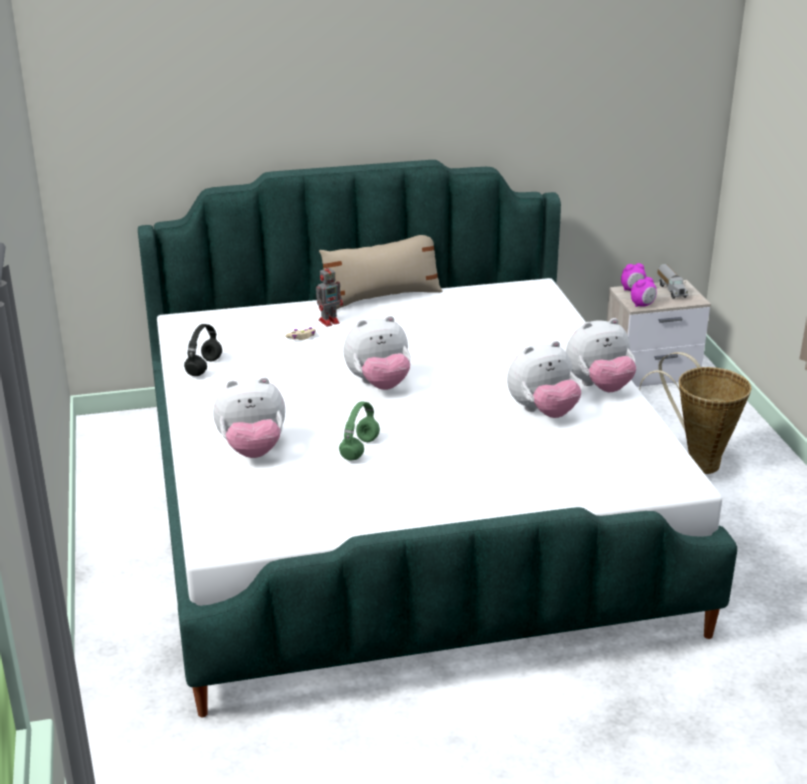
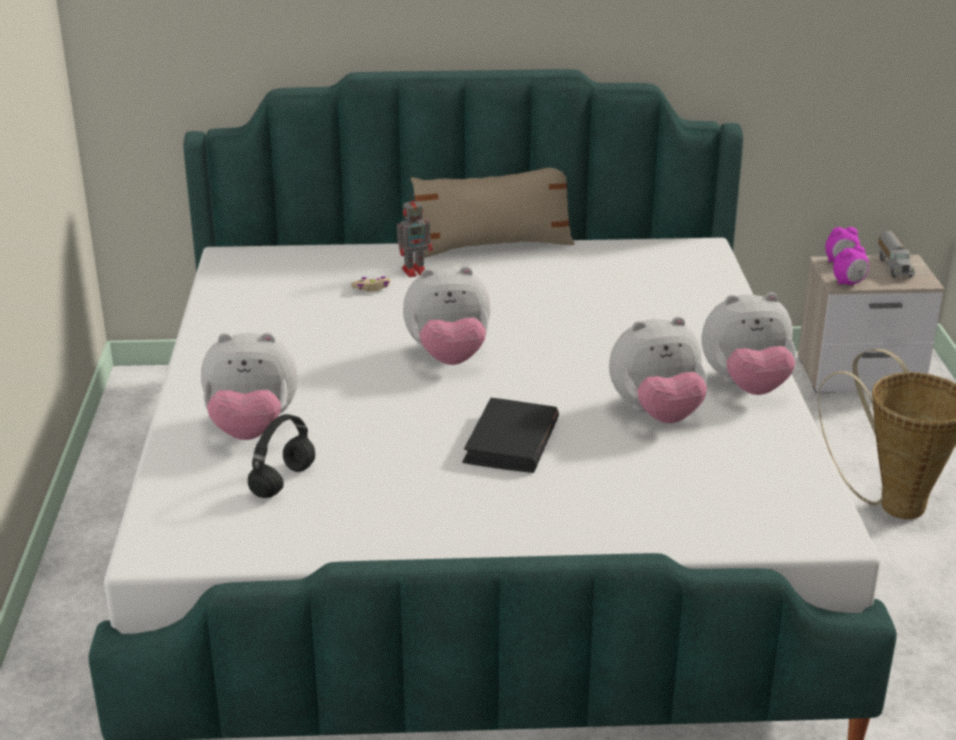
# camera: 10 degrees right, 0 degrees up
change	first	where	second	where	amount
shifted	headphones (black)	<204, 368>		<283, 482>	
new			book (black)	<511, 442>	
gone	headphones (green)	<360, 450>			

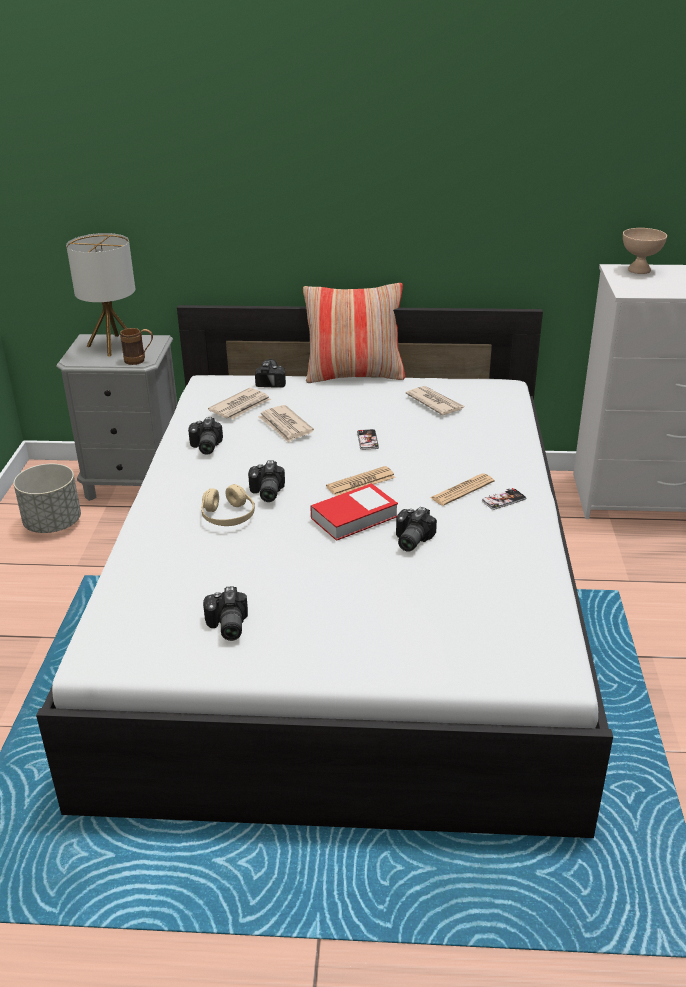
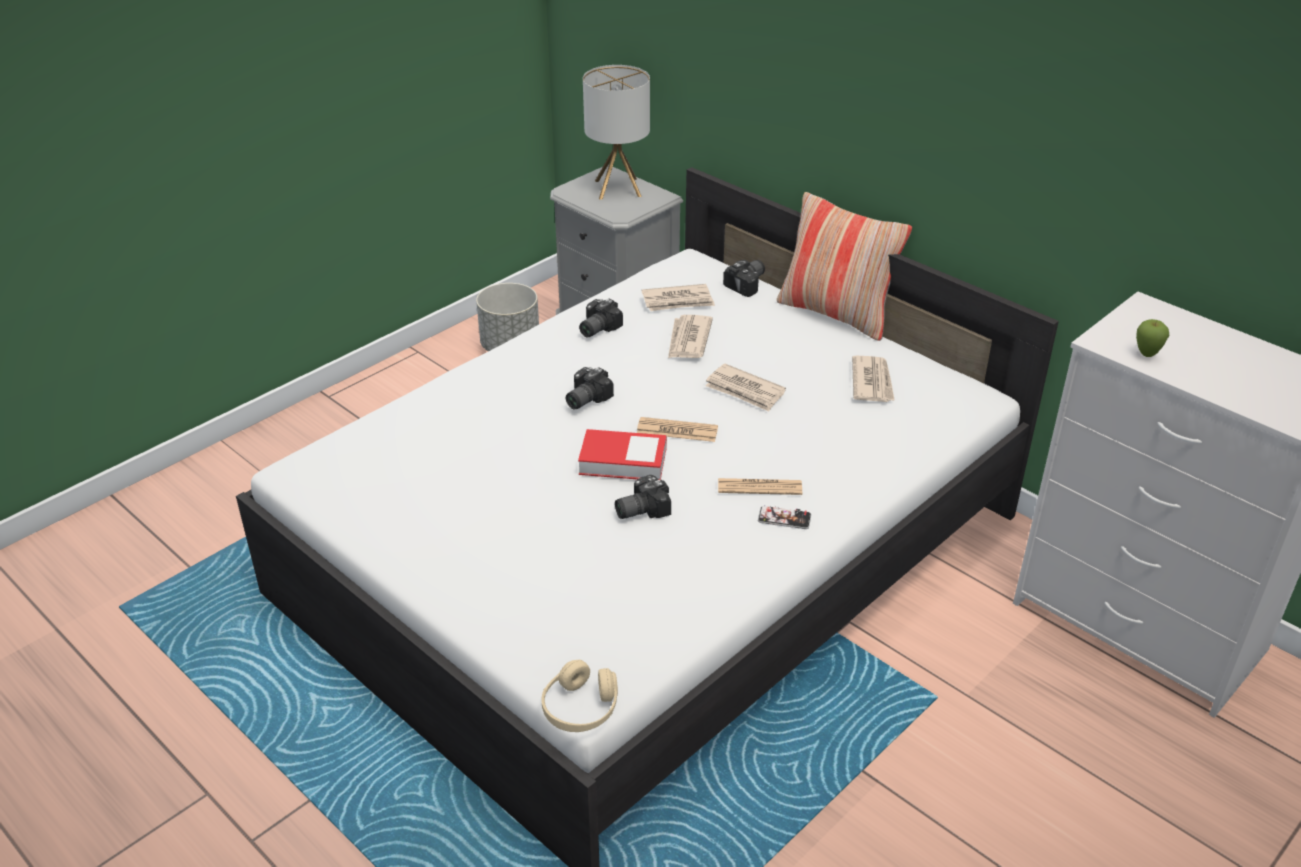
# camera: 40 degrees right, 5 degrees up
change	first	where	second	where	amount
shifted	headphones (beige)	<228, 516>		<580, 708>	
swapped	phone	<367, 440>	newspaper	<745, 391>	
new			apple	<1146, 355>	
gone	mug (brown)	<139, 360>			
gone	photo camera	<226, 626>			
gone	bowl (beige)	<639, 270>			

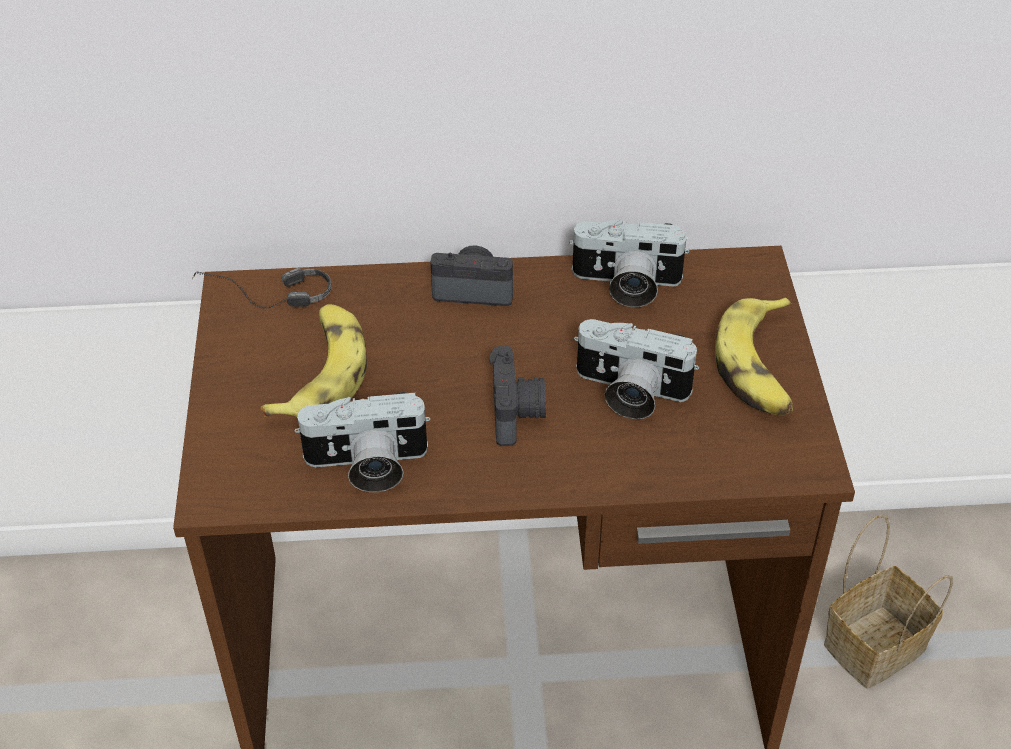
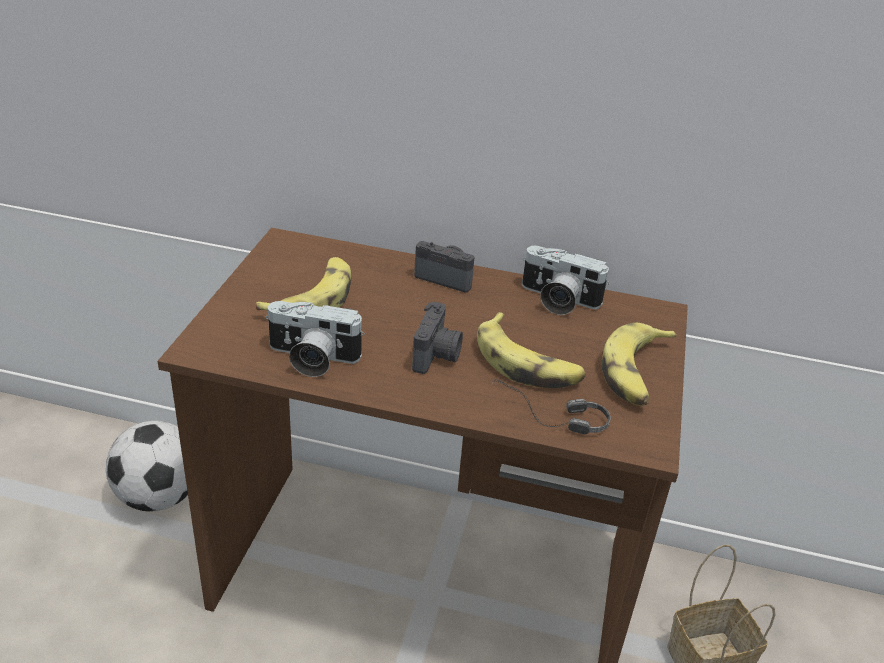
# camera: 15 degrees right, 10 degrees down
change	first	where	second	where	amount
new			football	<159, 497>	
swapped	photo camera	<629, 392>	banana	<527, 364>	
shifted	headphones	<265, 300>		<548, 419>	

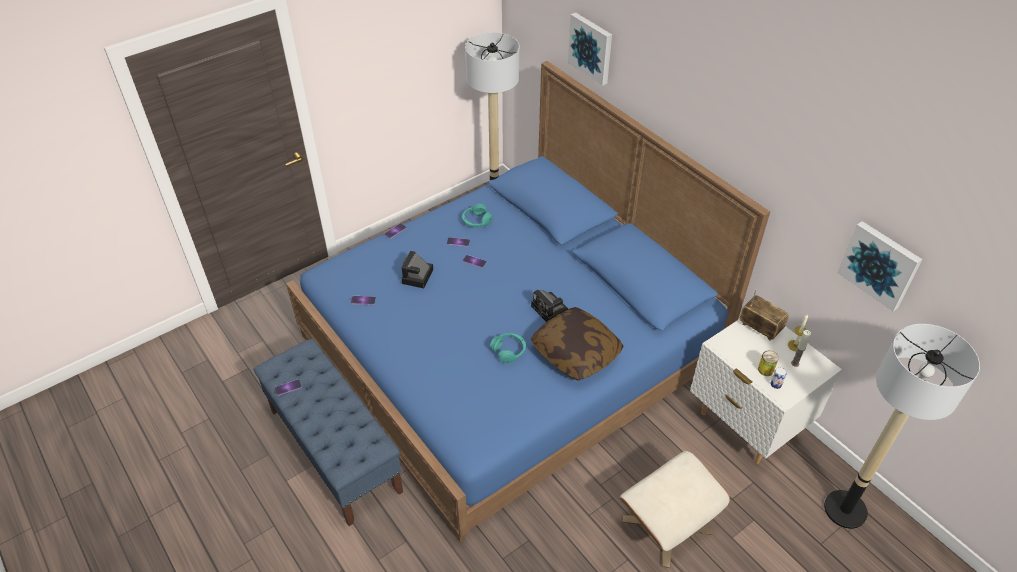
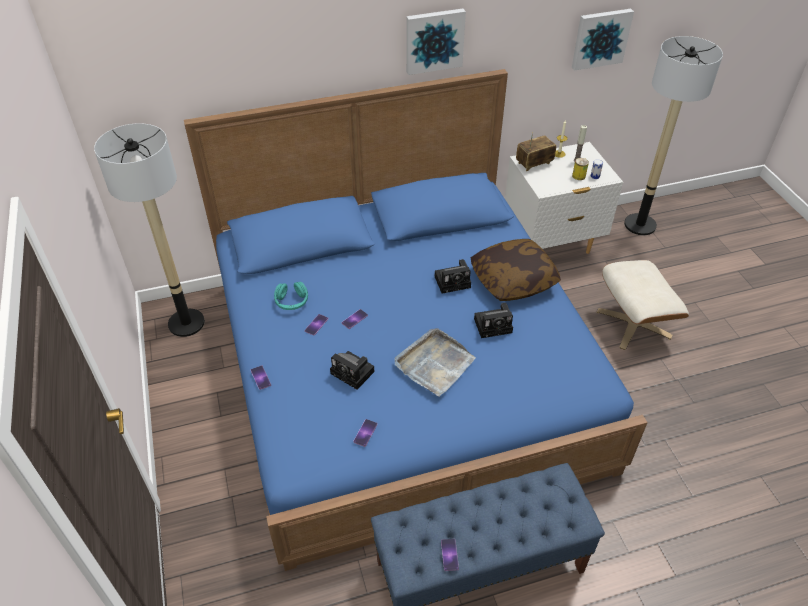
# camera: 70 degrees left, 0 degrees up
change	first	where	second	where	amount
new			tray (grey)	<434, 364>	
shifted	picture	<591, 48>		<434, 40>	
swapped	headphones (turquoise)	<509, 351>	photo camera	<494, 325>	

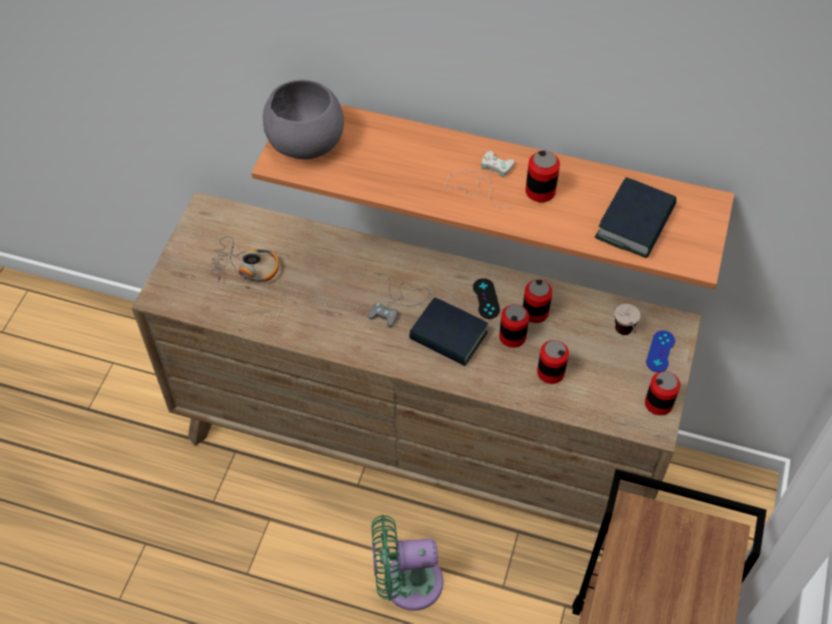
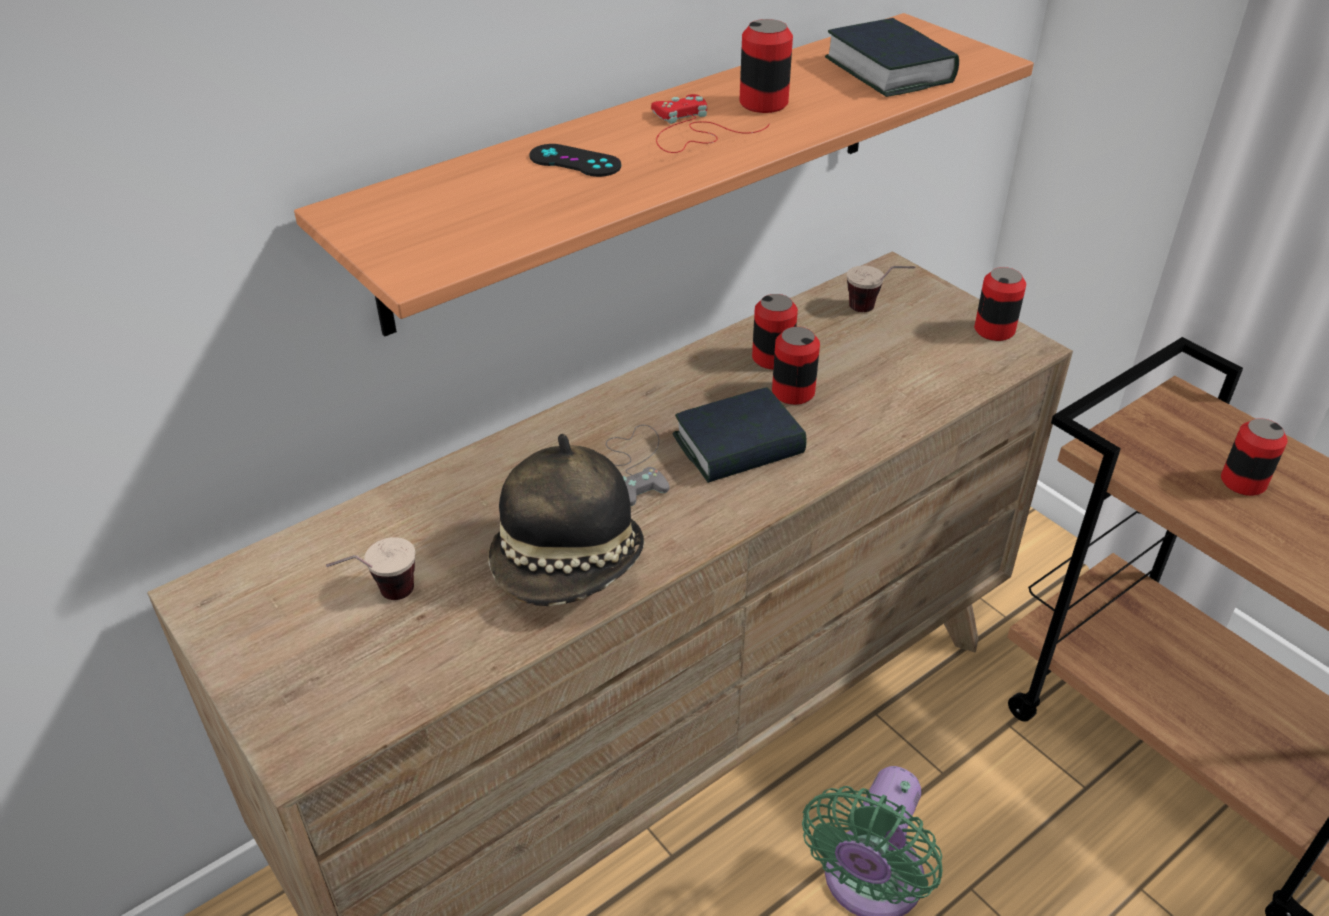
# camera: 55 degrees left, 15 degrees down
change	first	where	second	where	amount
swapped	headphones	<246, 267>	cup	<380, 600>	
new			hat	<569, 566>	
shifted	game controller (black)	<486, 298>		<575, 161>	
repainted	game controller (white)	<480, 181>	game controller (red)	<692, 132>	
shifted	can	<550, 372>		<1243, 482>	
gone	bowl (grey)	<305, 141>			
gone	game controller (blue)	<660, 351>			

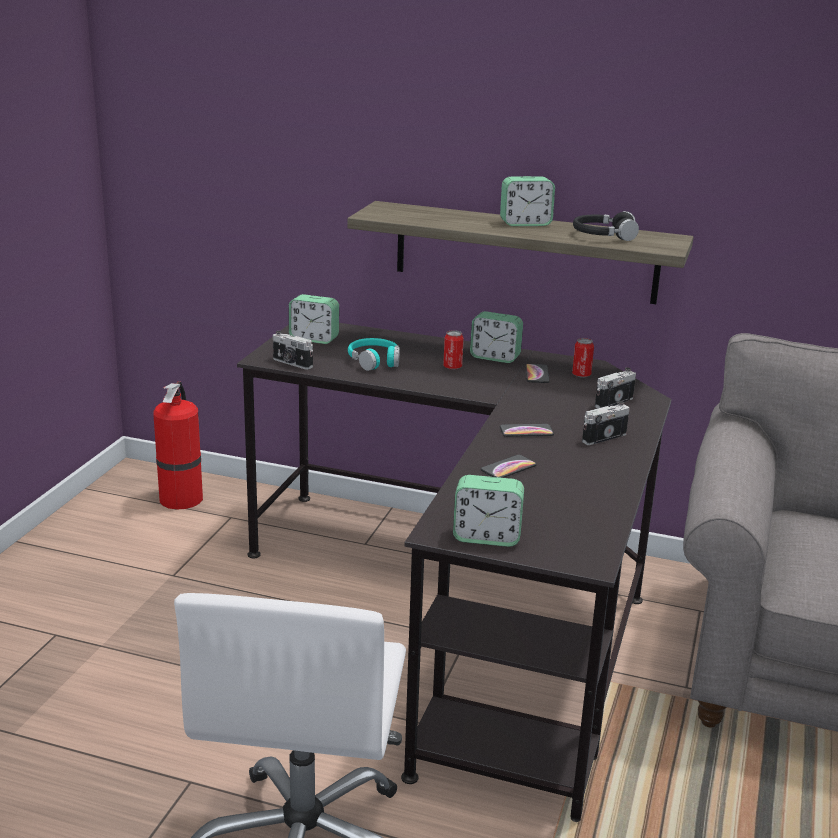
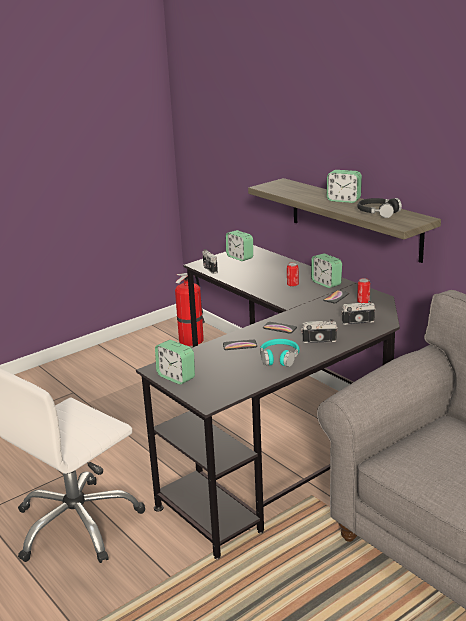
# camera: 35 degrees right, 0 degrees up
change	first	where	second	where	amount
shifted	headphones (turquoise)	<374, 361>		<279, 358>	

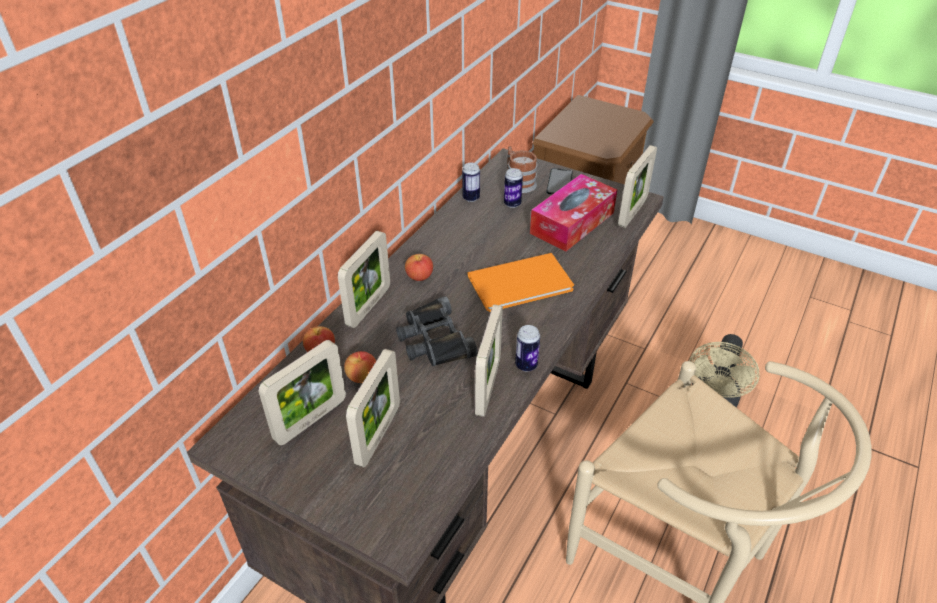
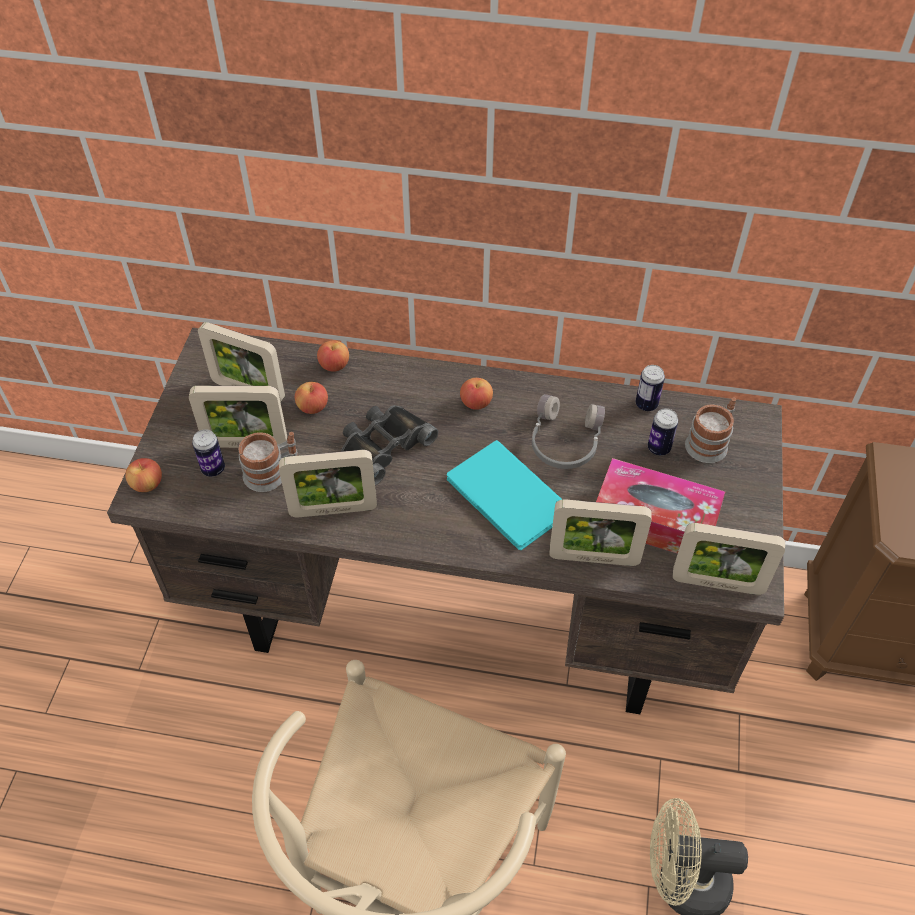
# camera: 70 degrees right, 10 degrees up
change	first	where	second	where	amount
new			apple	<147, 484>	
shifted	can	<526, 365>		<213, 469>	
new			mug	<272, 472>	
repainted	book (orange)	<523, 284>	book (turquoise)	<508, 499>	
new			headphones (grey)	<564, 441>	
shifted	picture frame	<368, 306>		<594, 558>	
gone	phone	<559, 182>			

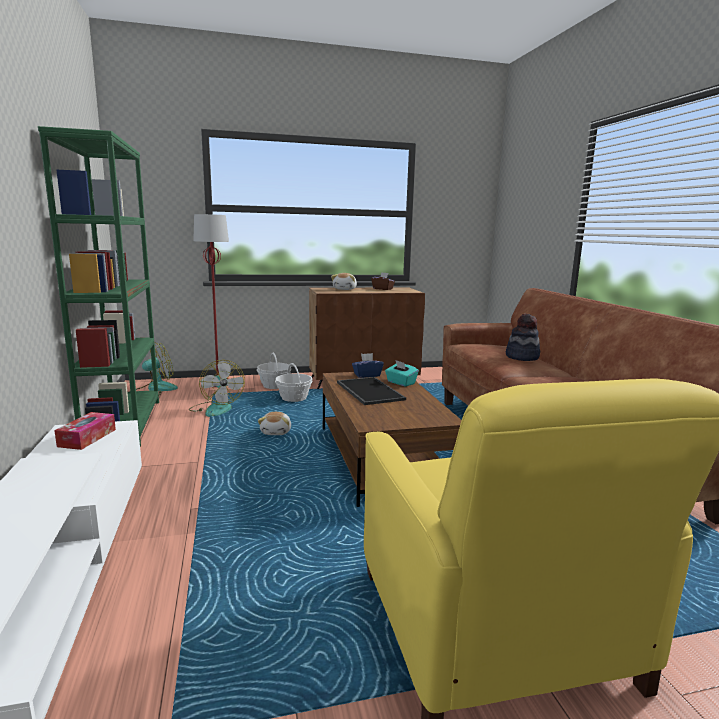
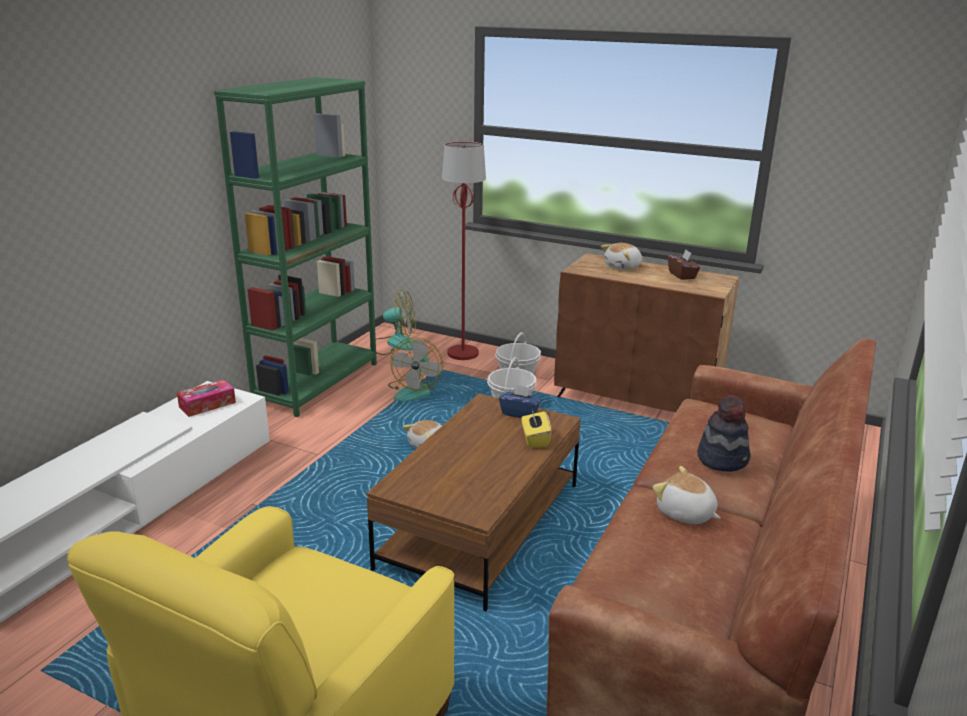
# camera: 40 degrees right, 10 degrees up
change	first	where	second	where	amount
repainted	tissue box (turquoise)	<400, 383>	tissue box (yellow)	<535, 439>	
new			plush toy	<685, 514>	
gone	tray	<368, 391>			

